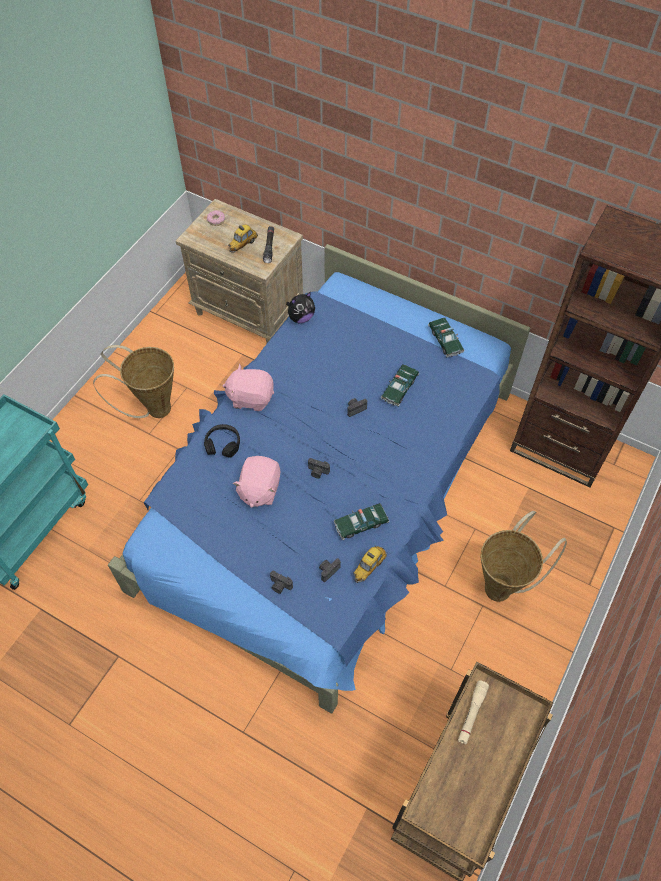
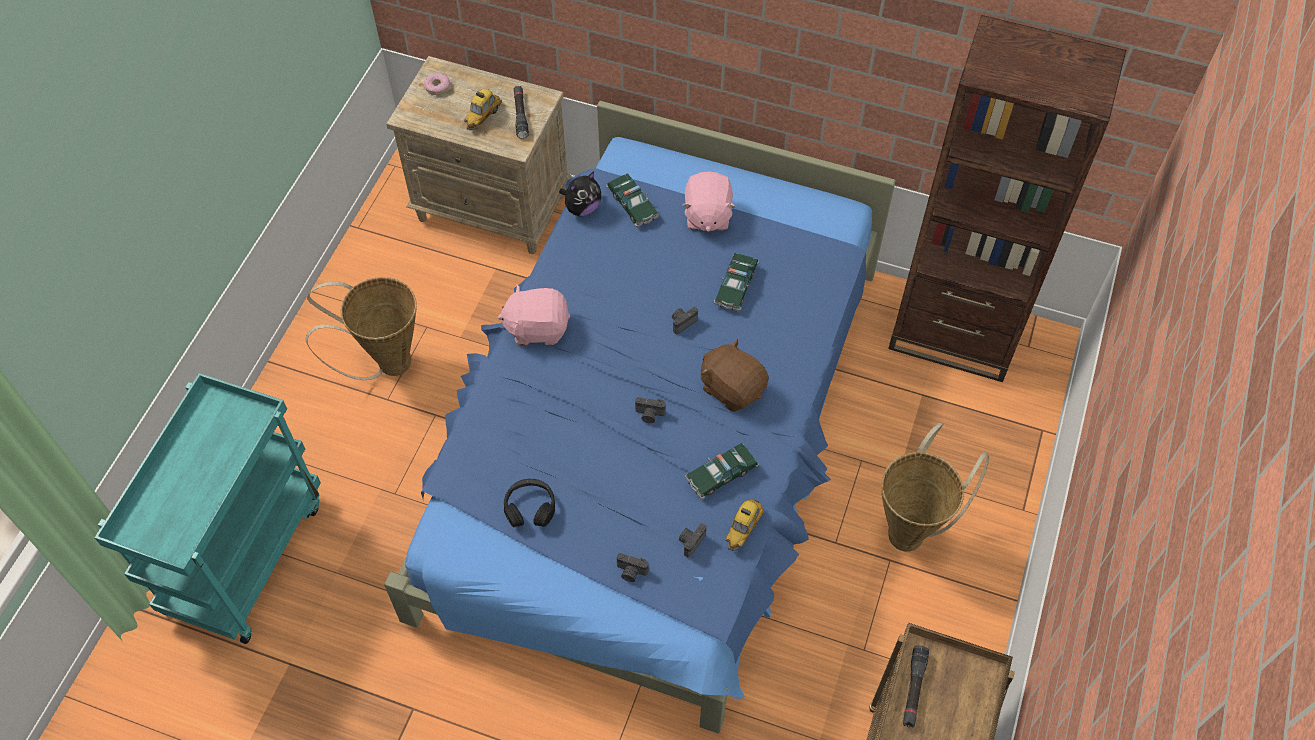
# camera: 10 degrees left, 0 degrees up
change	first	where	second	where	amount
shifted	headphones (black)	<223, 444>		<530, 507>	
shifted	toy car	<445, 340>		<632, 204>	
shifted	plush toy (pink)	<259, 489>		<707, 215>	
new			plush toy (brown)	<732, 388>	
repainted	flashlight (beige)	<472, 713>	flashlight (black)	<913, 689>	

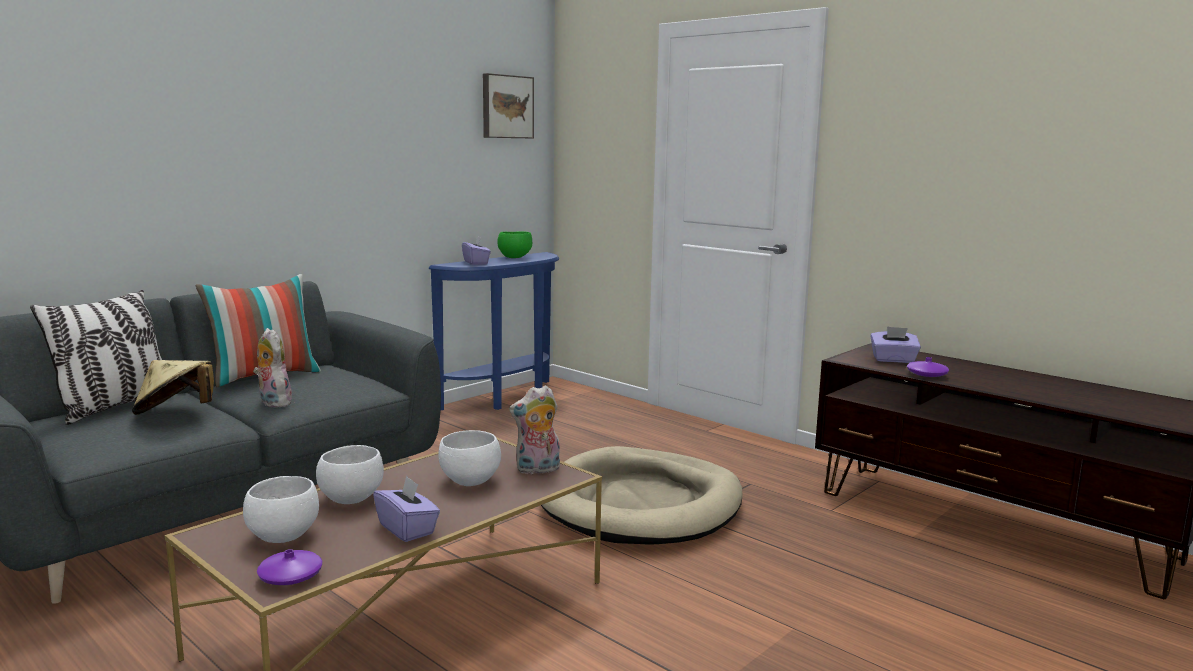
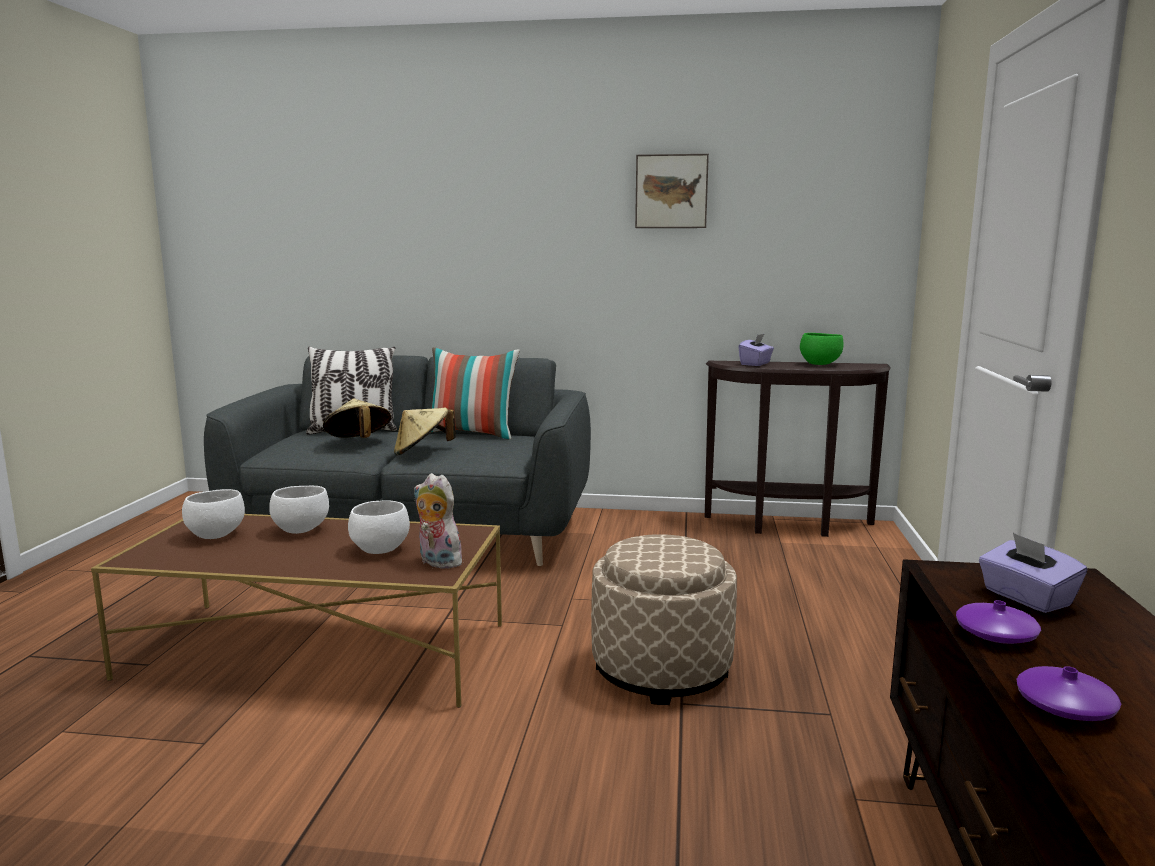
# camera: 55 degrees right, 0 degrees up
change	first	where	second	where	amount
swapped	plush toy	<272, 402>	hat (beige)	<422, 452>	
swapped	dog bed (beige)	<642, 504>	ottoman (beige)	<661, 669>	
shifted	picture	<506, 107>		<671, 191>	
repainted	console table (blue)	<507, 398>	console table (brown)	<790, 526>	
shifted	vase (purple)	<290, 576>		<1065, 706>	
gone	tissue box (purple)	<407, 529>			

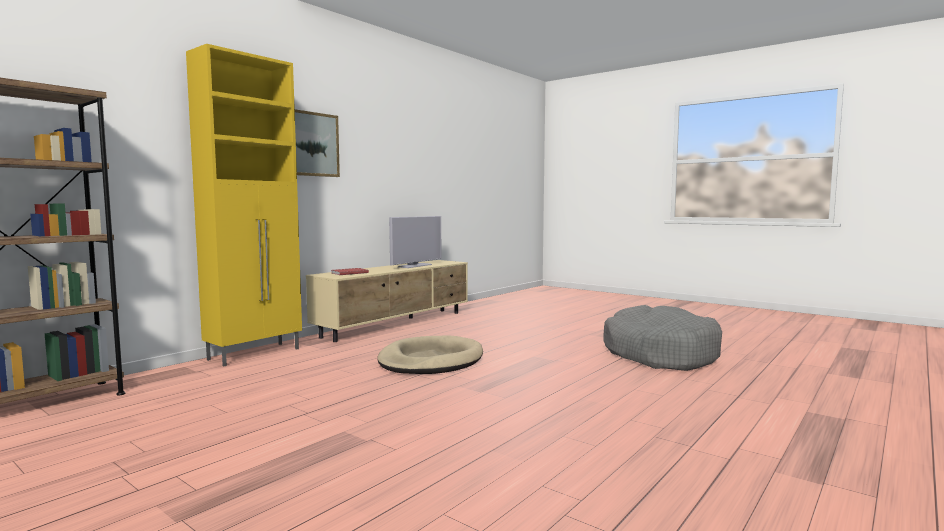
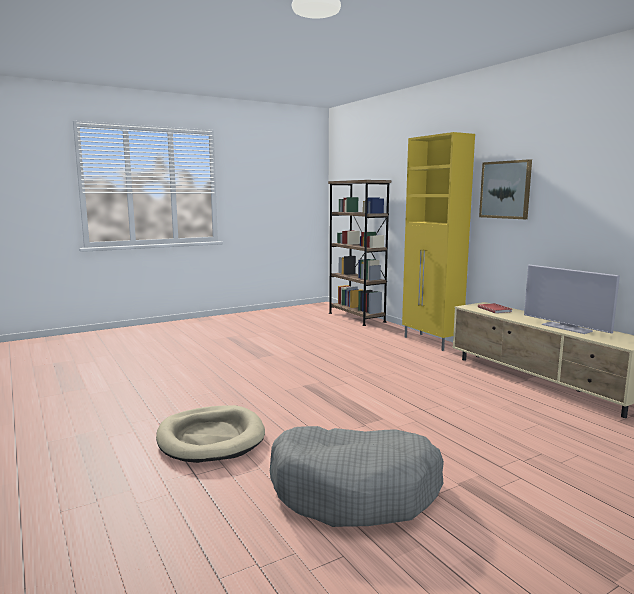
# camera: 110 degrees right, 5 degrees up
change	first	where	second	where	amount
shifted	dog bed (beige)	<430, 361>		<211, 438>	

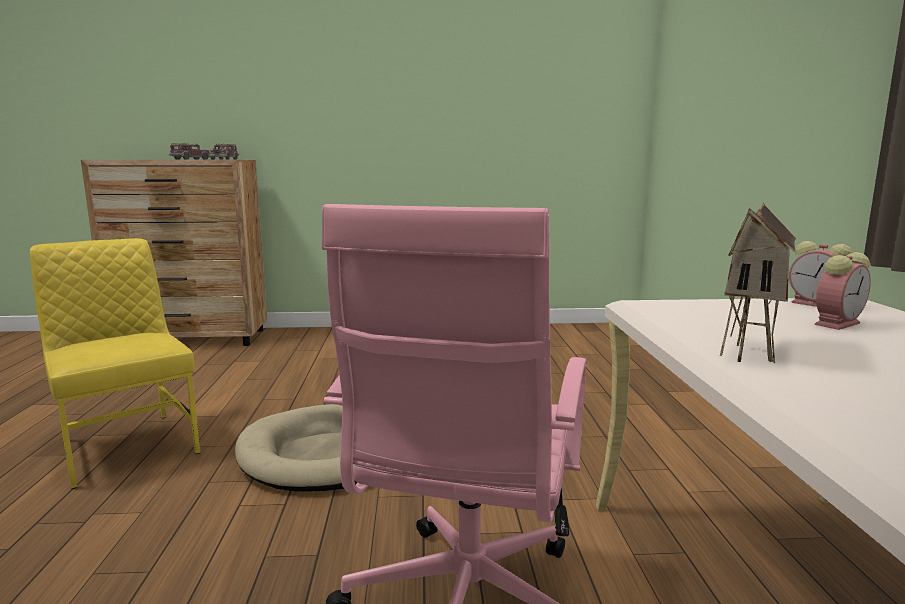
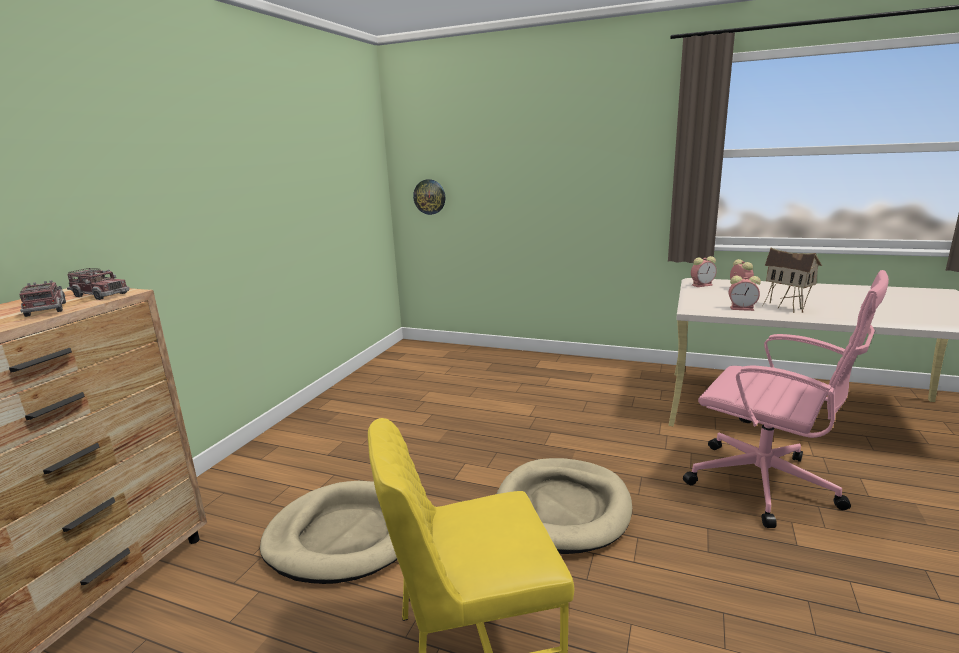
# camera: 65 degrees left, 5 degrees up
change	first	where	second	where	amount
new			dog bed (beige)	<344, 535>	
new			wall clock	<429, 197>	
new			alarm clock	<743, 308>	

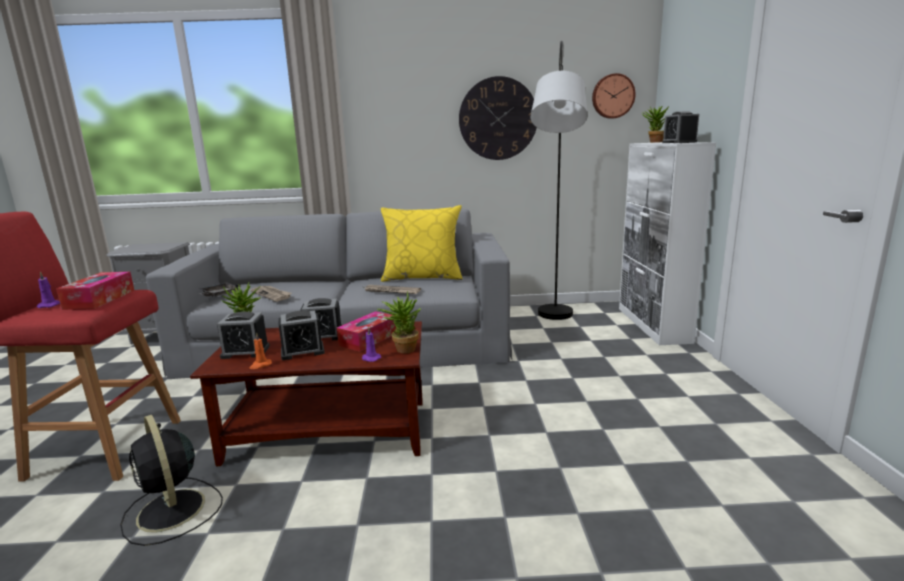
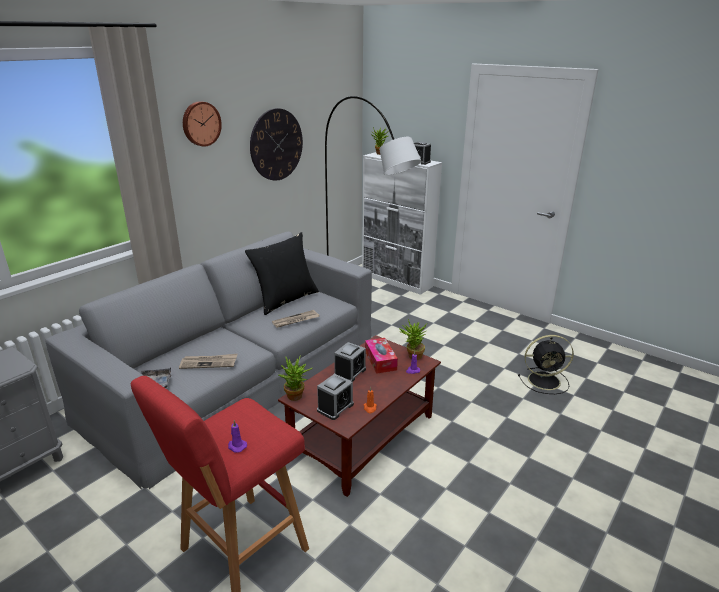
# camera: 50 degrees left, 10 degrees up
change	first	where	second	where	amount
shifted	wall clock	<612, 96>		<200, 123>	
repainted	pillow (yellow)	<423, 277>	pillow (black)	<285, 299>	
shifted	fan (black)	<172, 511>		<545, 381>	
gone	tissue box	<100, 299>			
gone	alarm clock	<302, 351>			

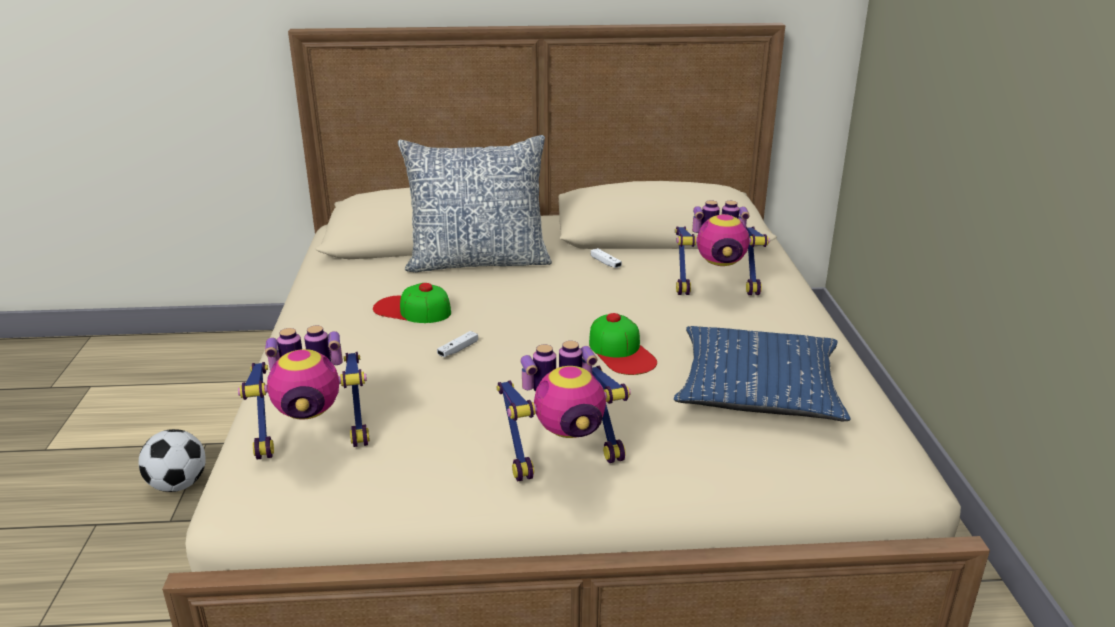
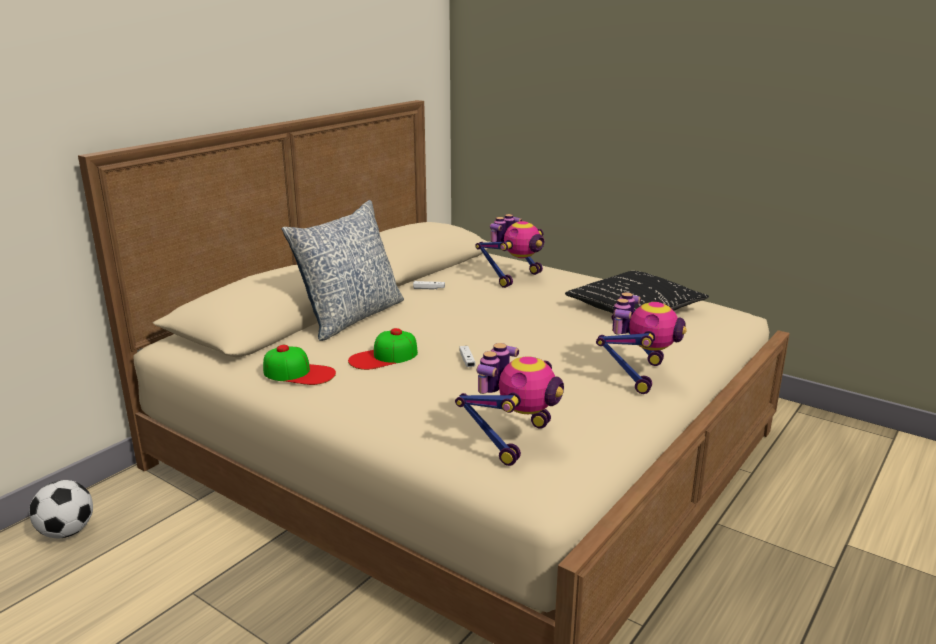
# camera: 50 degrees left, 5 degrees down
change	first	where	second	where	amount
shifted	football	<178, 485>		<67, 532>	
shifted	cap	<621, 352>		<299, 373>	
repainted	pillow (blue)	<758, 389>	pillow (black)	<634, 309>	

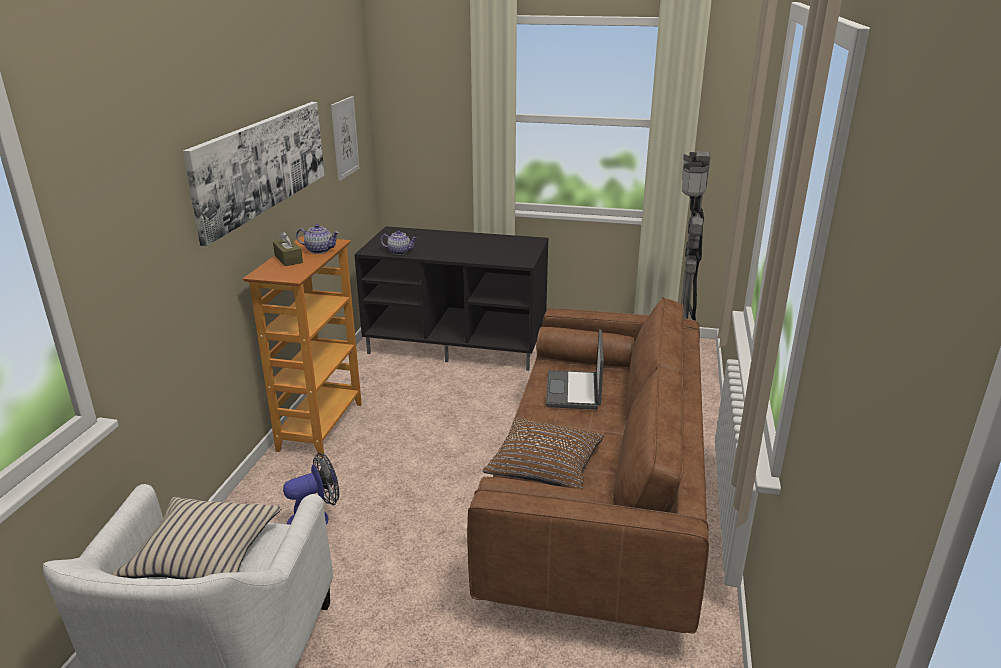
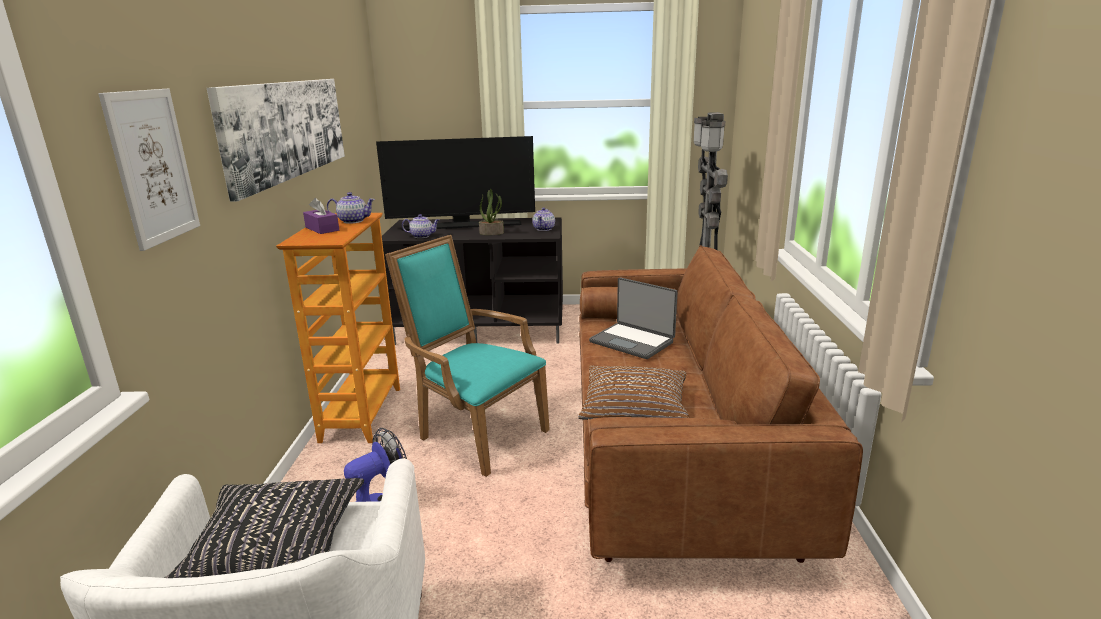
# camera: 10 degrees left, 5 degrees down
change	first	where	second	where	amount
shifted	picture	<344, 138>		<152, 167>	
repainted	pillow (beige)	<204, 553>	pillow (black)	<275, 546>	
repainted	tissue box (brown)	<288, 259>	tissue box (purple)	<322, 229>	
new			television	<462, 226>	
new			armchair (turquoise)	<476, 433>	
new			potted plant	<492, 233>	
new			teapot	<544, 229>	
rotated	laptop	<574, 391>		<632, 341>	45 degrees counterclockwise

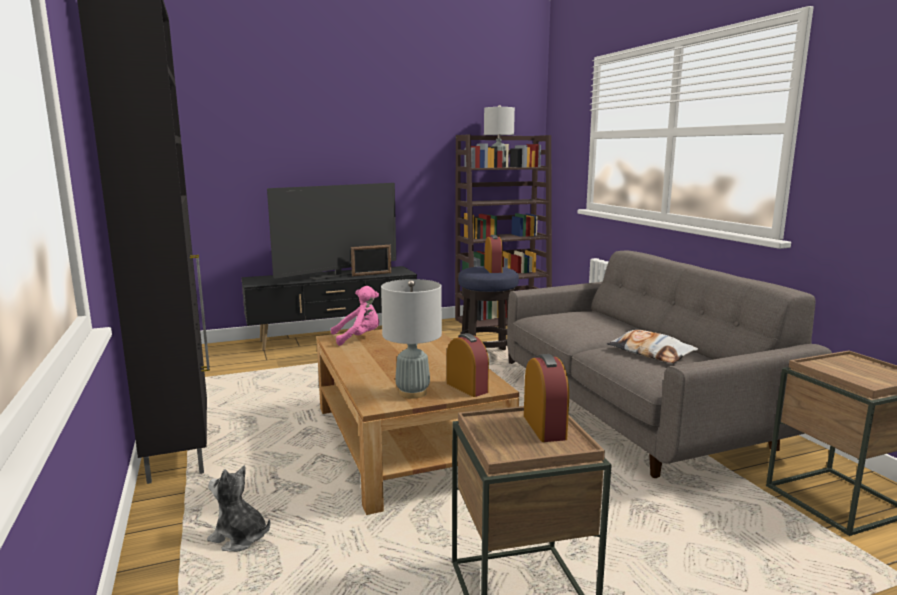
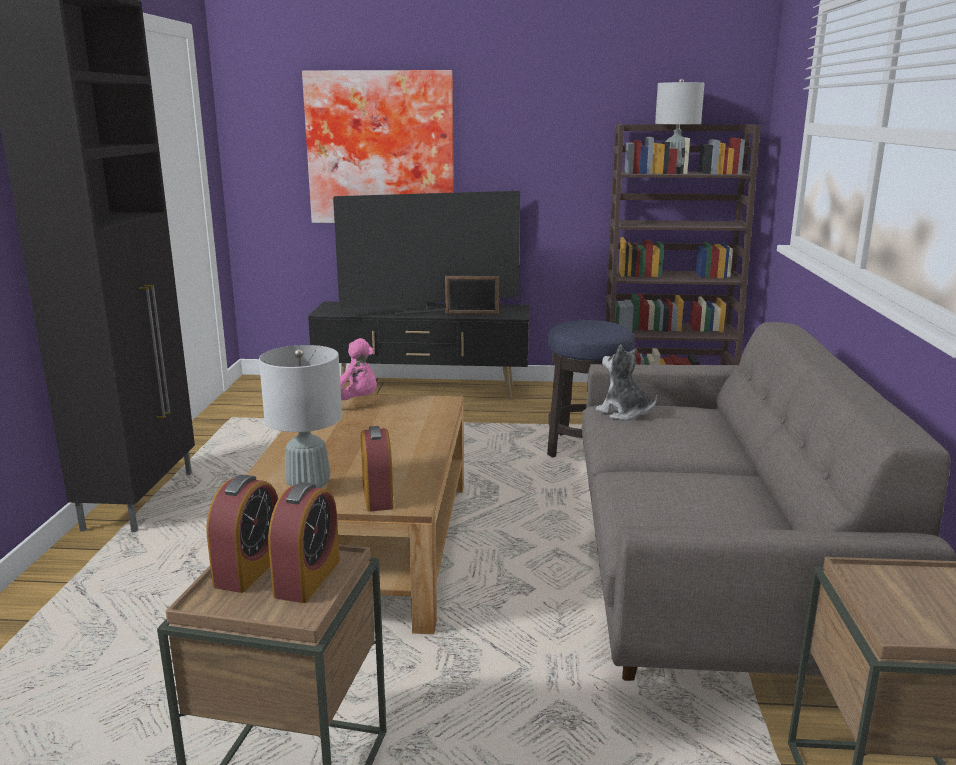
# camera: 25 degrees right, 5 degrees up
change	first	where	second	where	amount
shifted	alarm clock	<493, 270>		<249, 568>	
new			picture	<381, 148>	
shifted	plush toy	<239, 537>		<624, 413>	
gone	pillow	<650, 353>			

